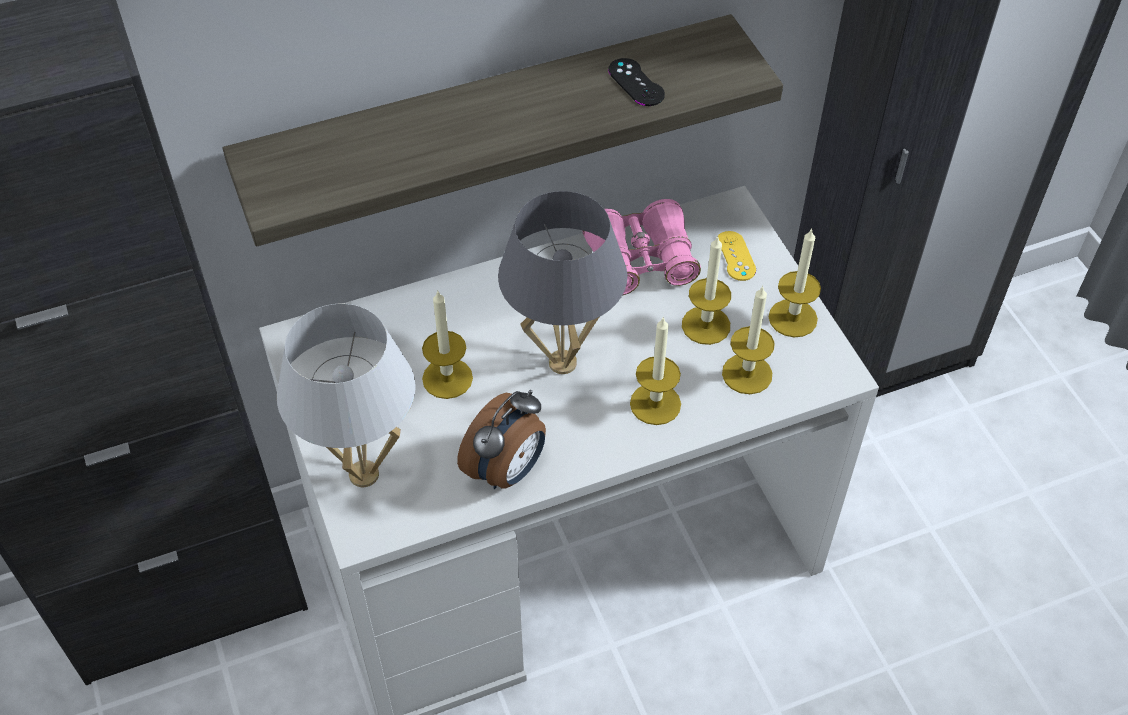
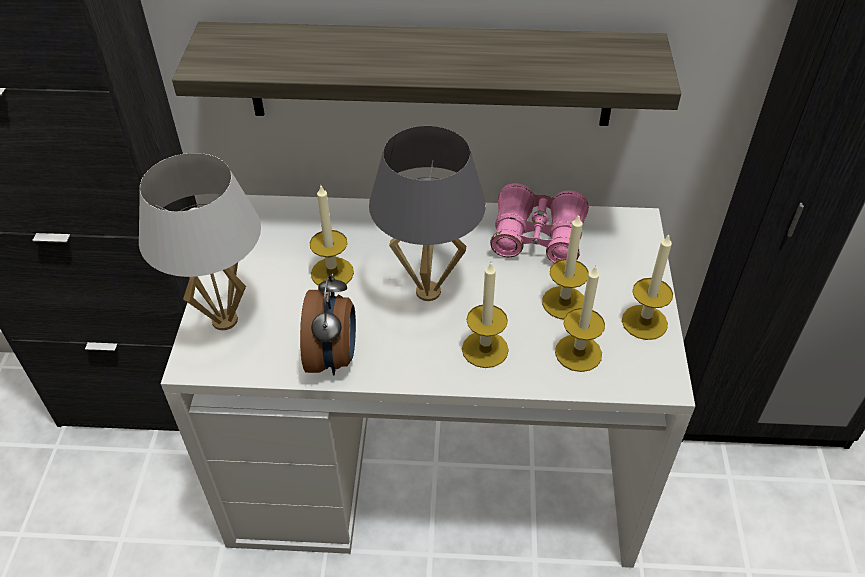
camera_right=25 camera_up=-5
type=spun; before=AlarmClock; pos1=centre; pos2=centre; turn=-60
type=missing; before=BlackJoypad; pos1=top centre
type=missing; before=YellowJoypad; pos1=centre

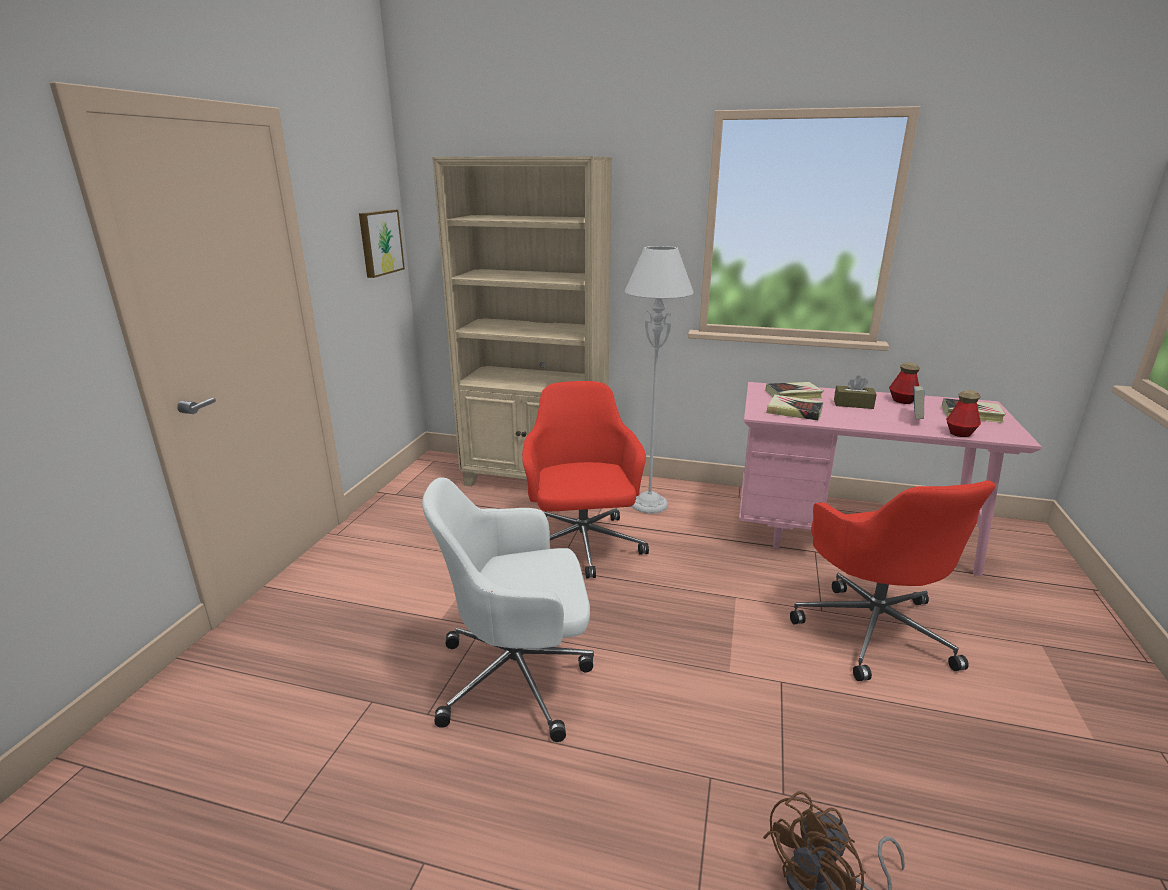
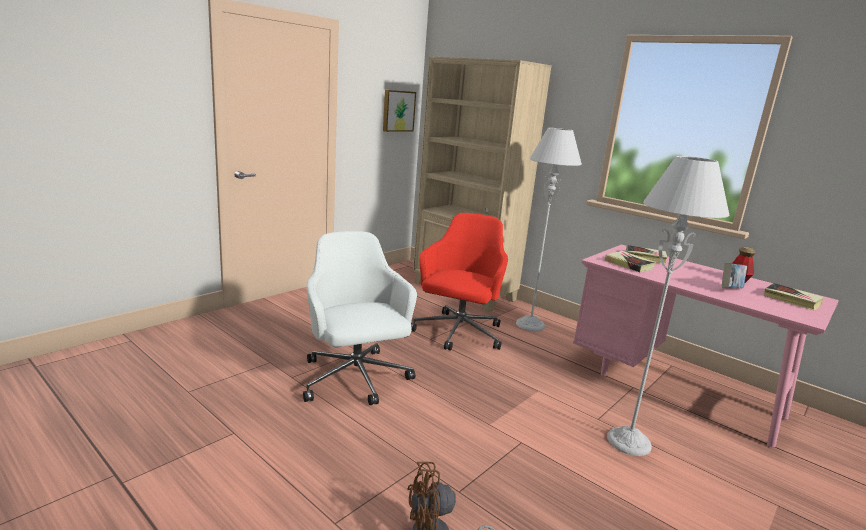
camera_right=25 camera_up=-5
type=spun; before=WhiteOfficeChair; pos1=bottom centre; pos2=centre; turn=45
type=exchanged; before=RedColouredOfficeChair (no. 2 from left); after=GreyStandingLamp (no. 2 from left); pos1=middle right; pos2=middle right
type=missing; before=BrownBoxOfTissues; pos1=middle right
type=missing; before=Bottle (no. 2 from left); pos1=middle right

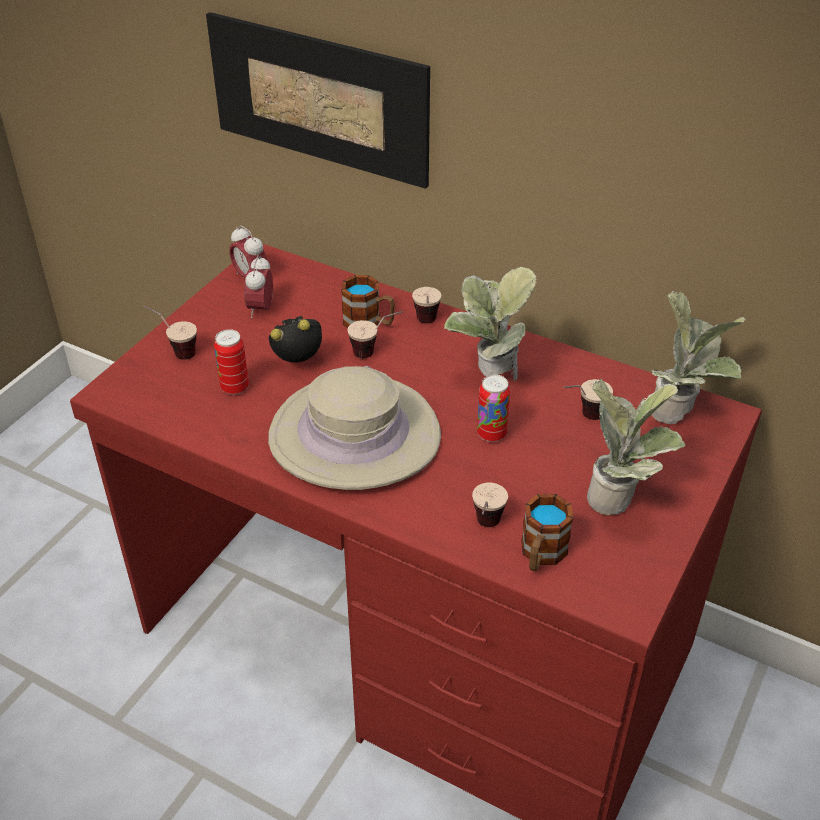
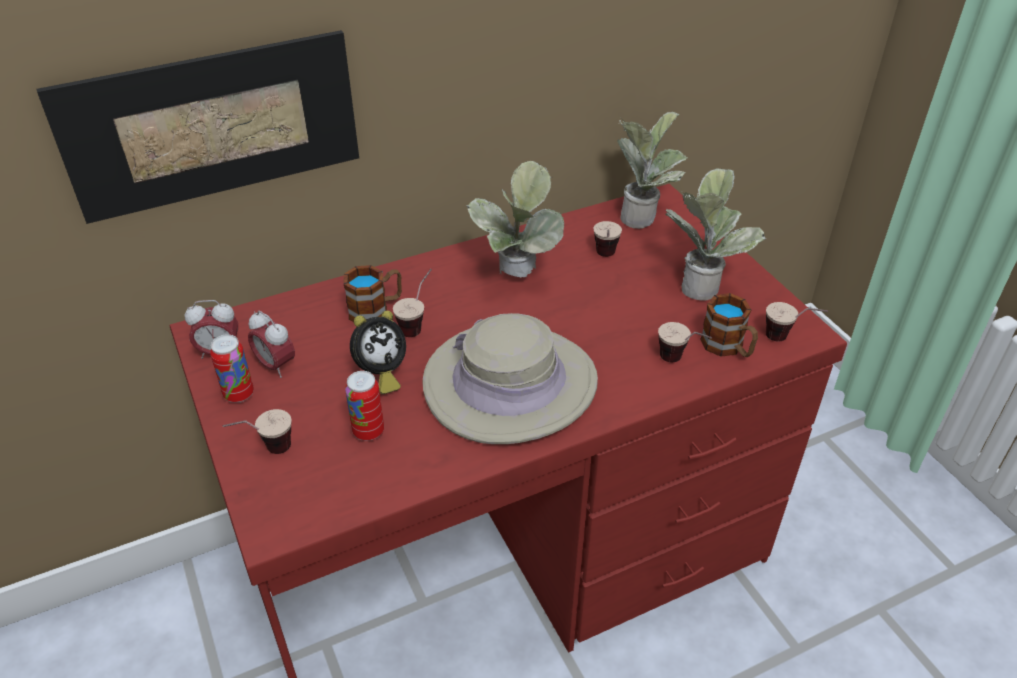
camera_right=-55 camera_up=0
type=relocated; before=SealedCan (no. 2 from left in the first image); after=SealedCan (no. 1 from left); pos1=centre; pos2=middle left
type=spun; before=AlarmClock (no. 3 from left); pos1=centre; pos2=centre; turn=-150
type=relocated; before=Cup (no. 3 from left in the first image); after=Cup (no. 5 from left); pos1=centre; pos2=middle right

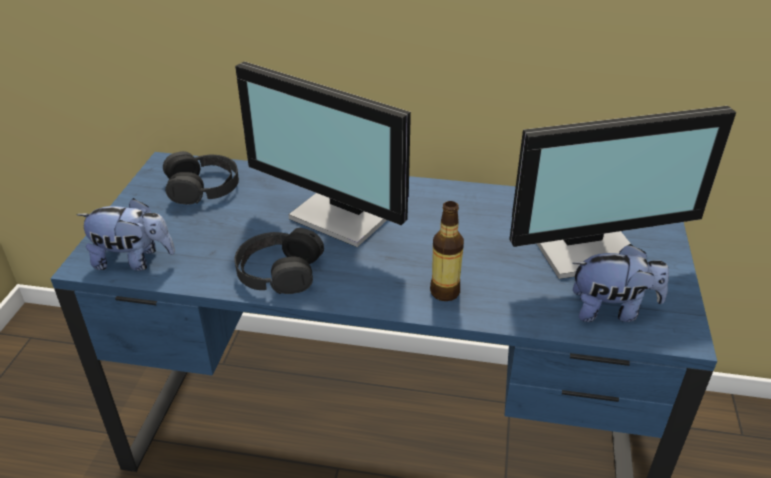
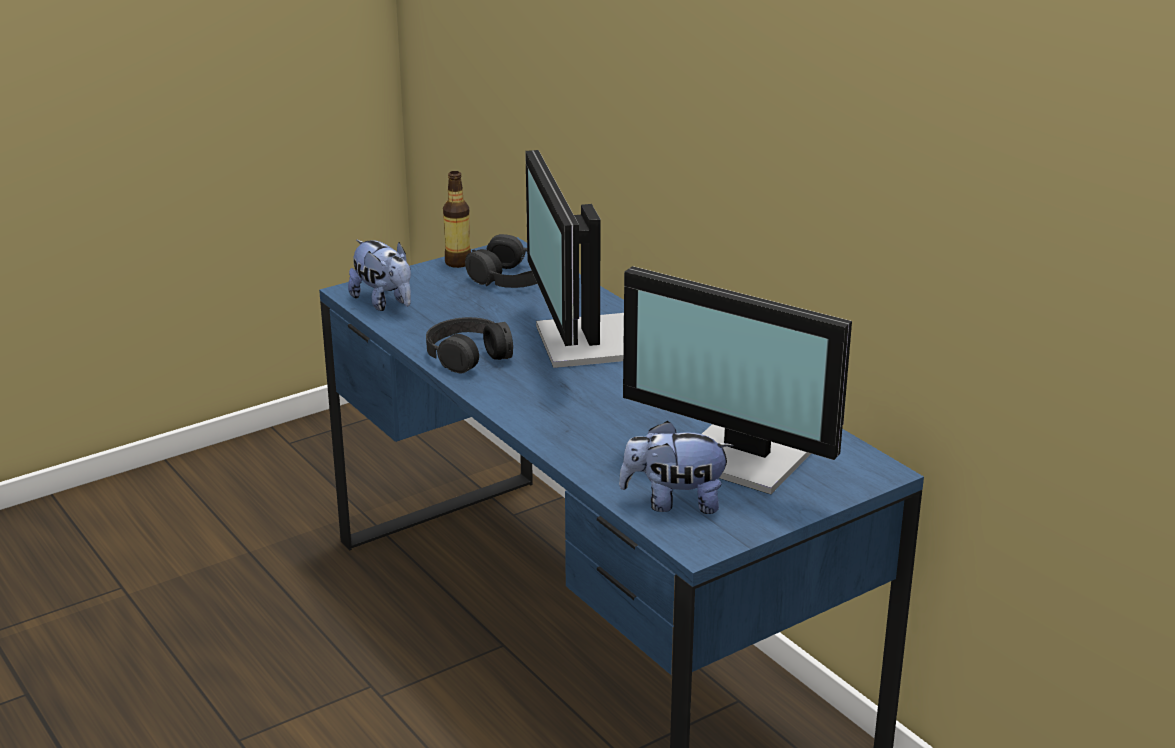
camera_right=45 camera_up=-10
type=relocated; before=Bottle; pos1=centre; pos2=top centre
type=spun; before=SoftToy (no. 2 from left); pos1=middle right; pos2=centre; turn=135

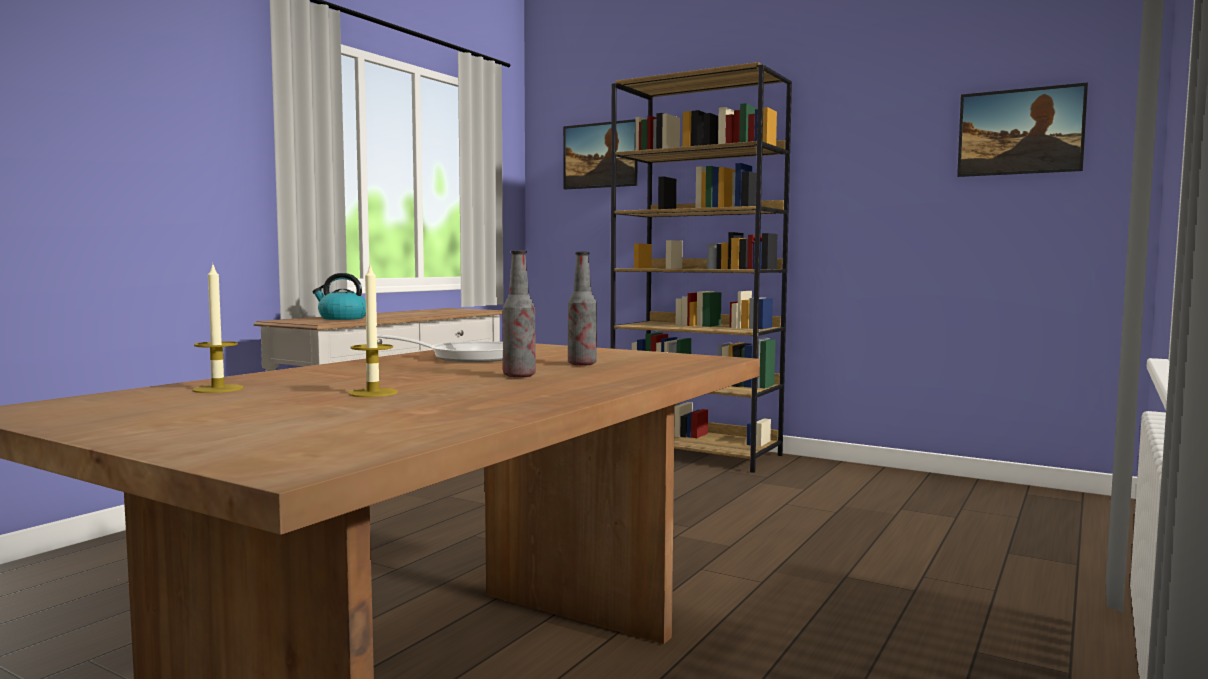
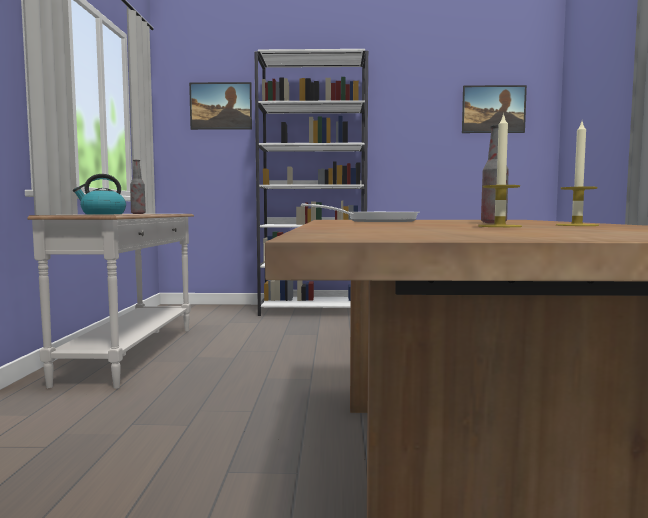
camera_right=-30 camera_up=0
type=relocated; before=Bottle (no. 2 from left in the first image); after=Bottle (no. 1 from left); pos1=centre; pos2=middle left
type=colour; before=BrownShelvingUnit; after=WhiteShelvingUnit; pos1=centre; pos2=centre
type=relocated; before=WaxCandle (no. 1 from left in the first image); after=WaxCandle (no. 2 from left); pos1=middle left; pos2=middle right

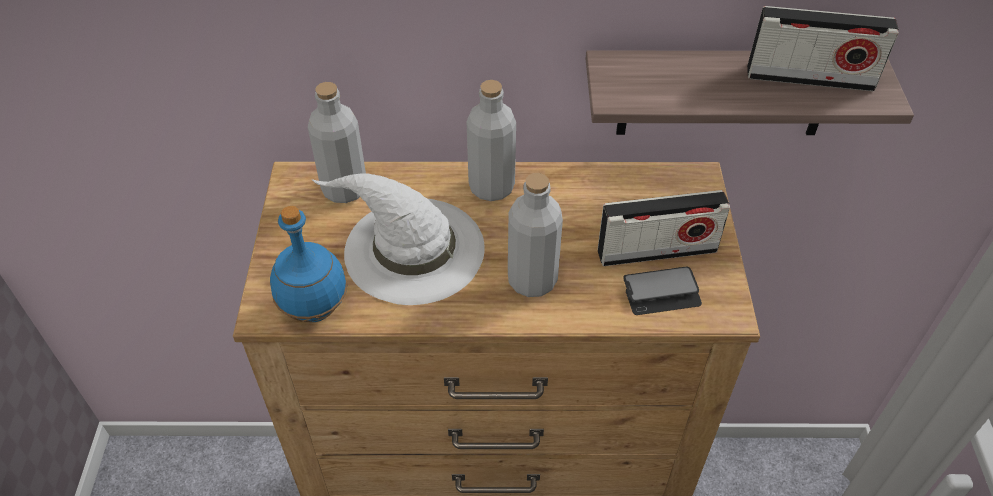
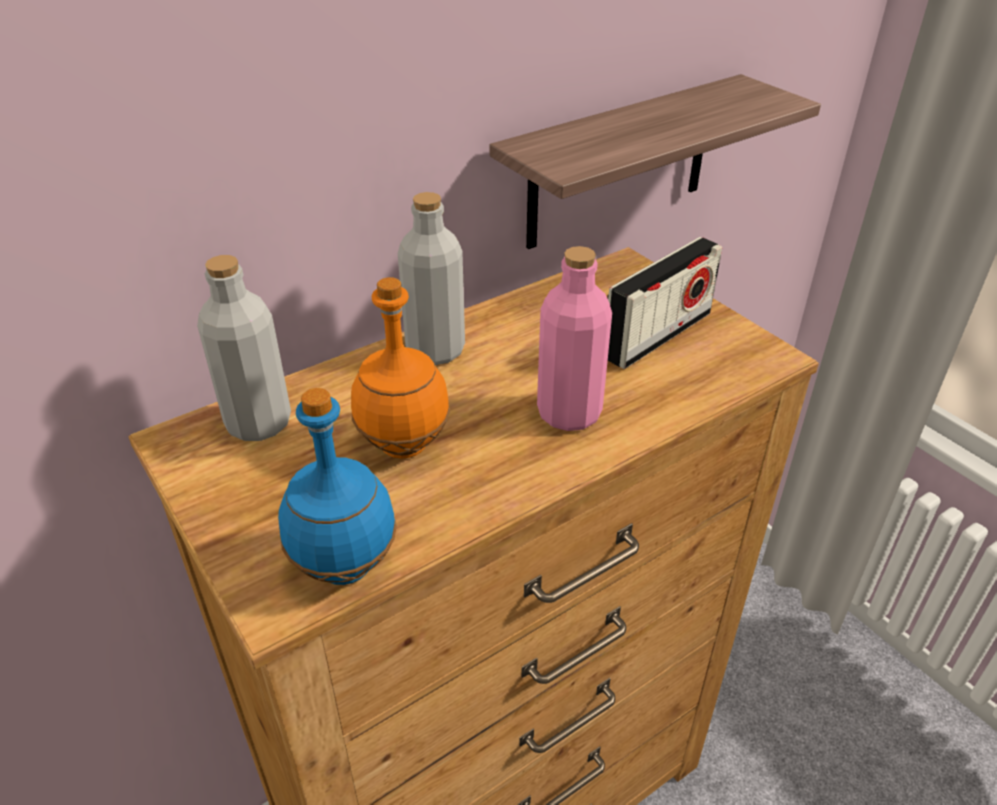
camera_right=-35 camera_up=-10
type=exchanged; before=WhiteClothingHat; after=OrangeColouredBottle; pos1=centre; pos2=centre
type=colour; before=GreyBottle (no. 3 from left); after=PinkColouredBottle; pos1=centre; pos2=centre
type=missing; before=Telephone; pos1=middle right
type=missing; before=Radio (no. 2 from left); pos1=top right

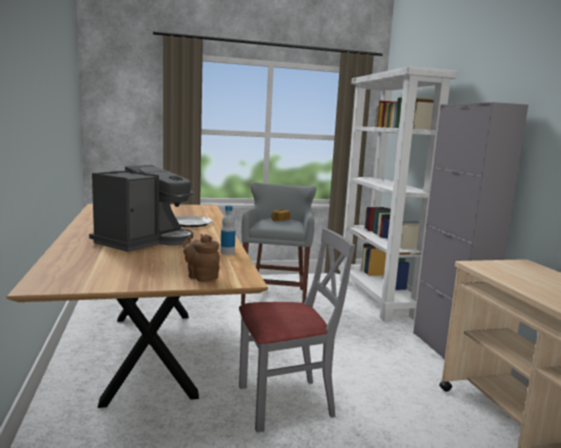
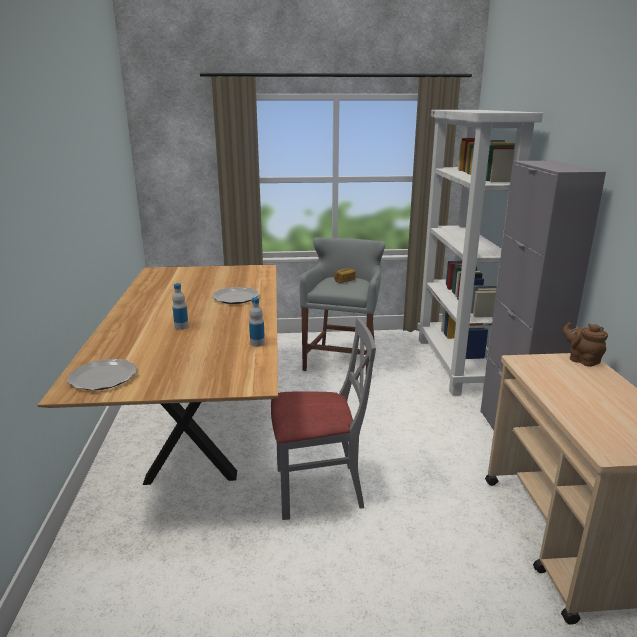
camera_right=10 camera_up=10
type=appeared; after=FlatDish (no. 1 from left); pos2=middle left
type=exchanged; before=CoffeeMaker; after=Bottle (no. 1 from left); pos1=middle left; pos2=middle left
type=relocated; before=BrownTeaPot; pos1=centre; pos2=middle right

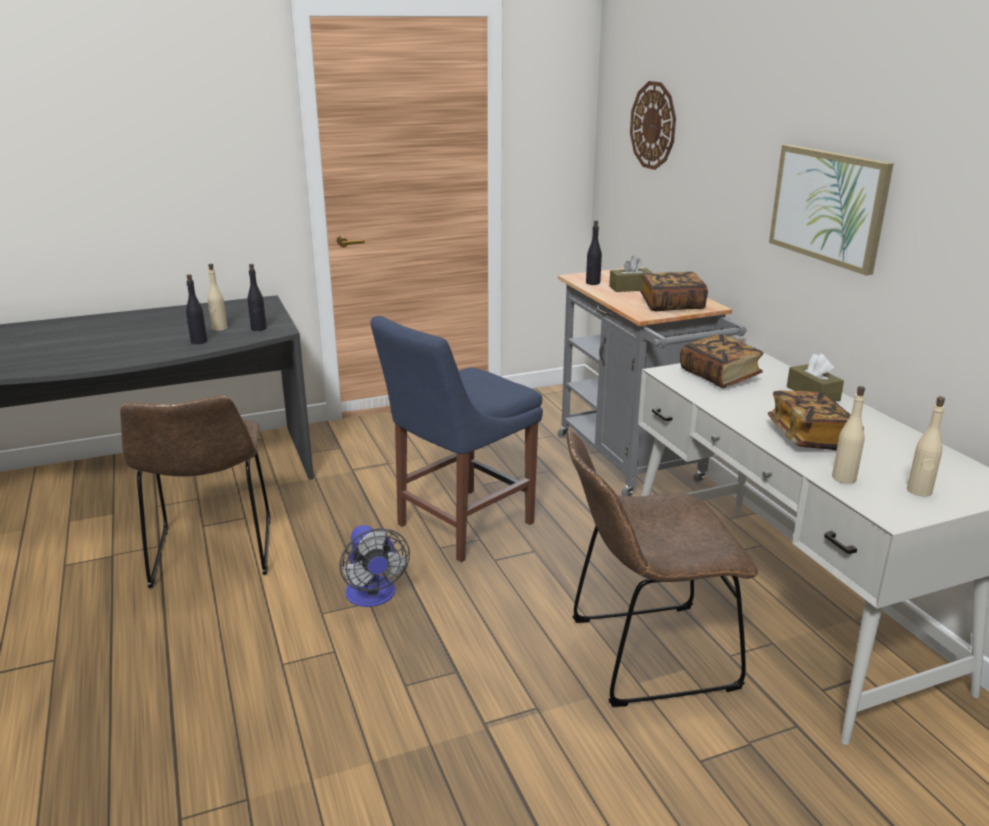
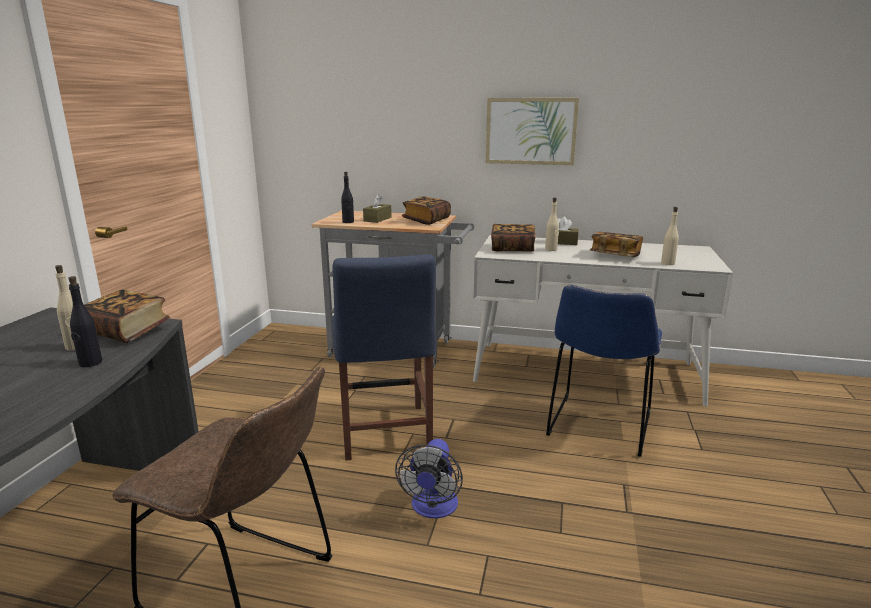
camera_right=-55 camera_up=-5
type=exchanged; before=BlackBottle (no. 2 from left); after=Book (no. 1 from left); pos1=middle left; pos2=middle left
type=spun; before=CoolingFan; pos1=bottom centre; pos2=bottom centre; turn=90
type=relocated; before=SandColouredBottle (no. 3 from left in the first image); after=SandColouredBottle (no. 2 from left); pos1=middle right; pos2=centre
type=colour; before=BrownUprightChair (no. 2 from left); after=BlueColouredUprightChair (no. 2 from left); pos1=bottom right; pos2=middle right
type=missing; before=HangingClock; pos1=top centre

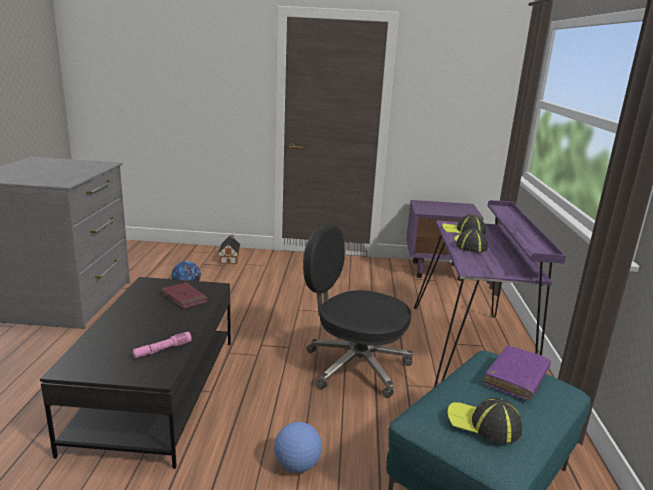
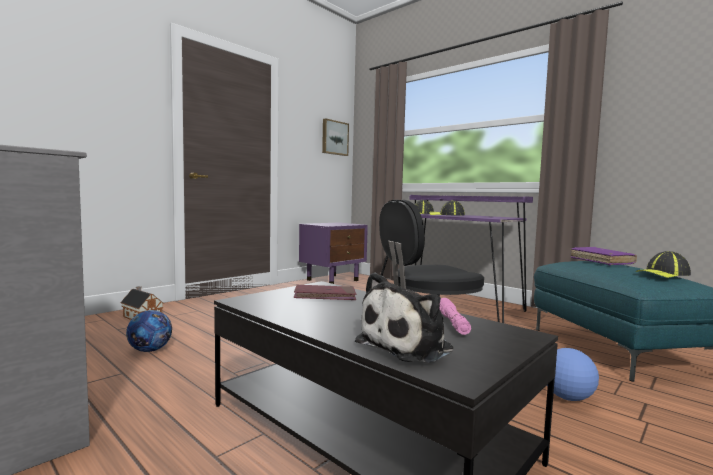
camera_right=-50 camera_up=-15
type=appeared; after=Picture; pos2=top centre
type=appeared; after=SoftToy; pos2=bottom centre

